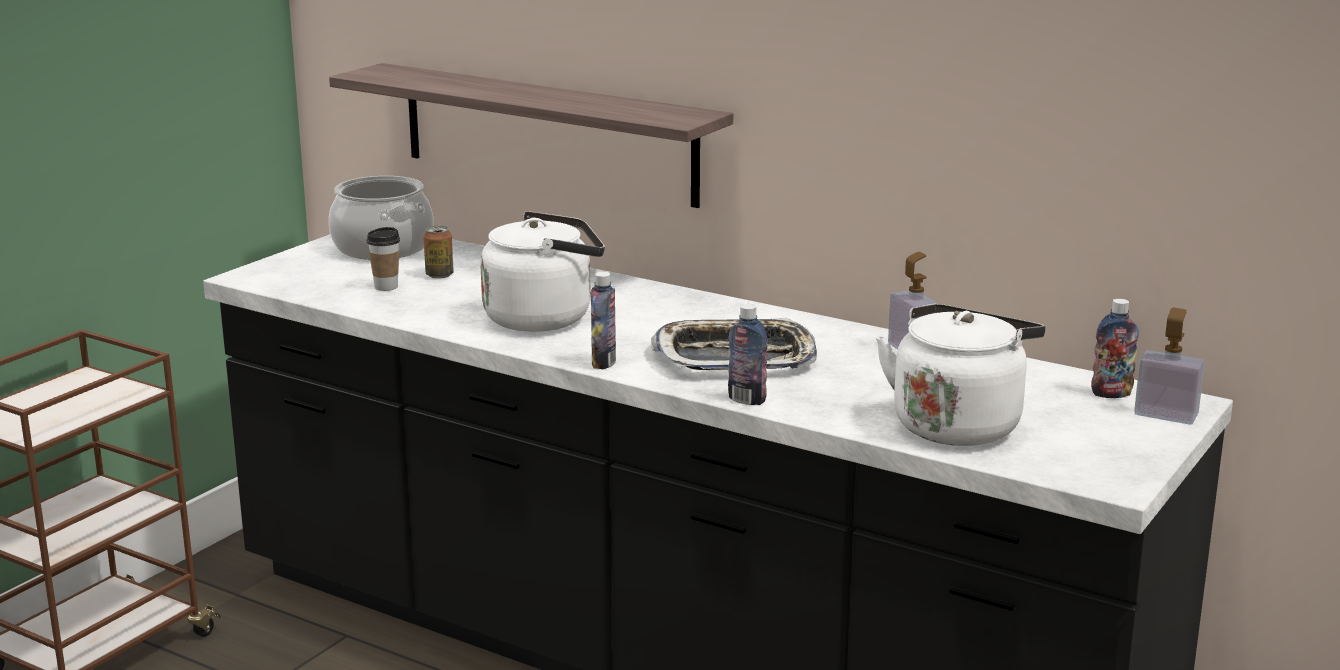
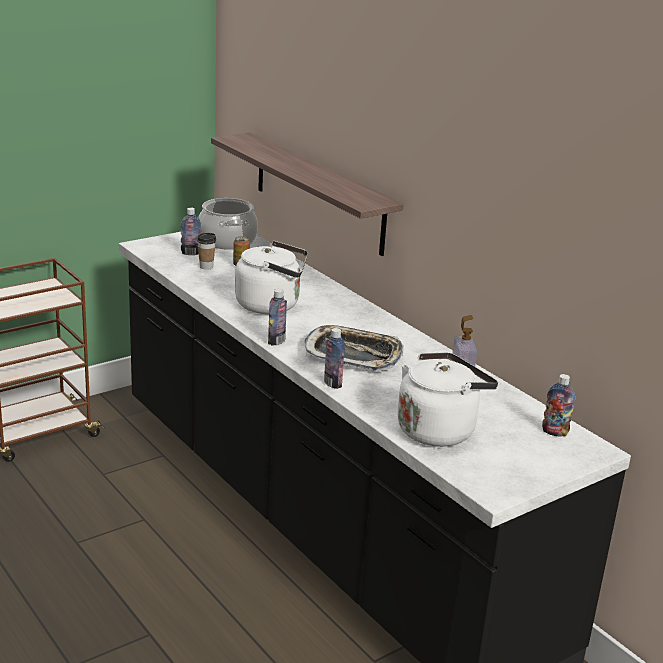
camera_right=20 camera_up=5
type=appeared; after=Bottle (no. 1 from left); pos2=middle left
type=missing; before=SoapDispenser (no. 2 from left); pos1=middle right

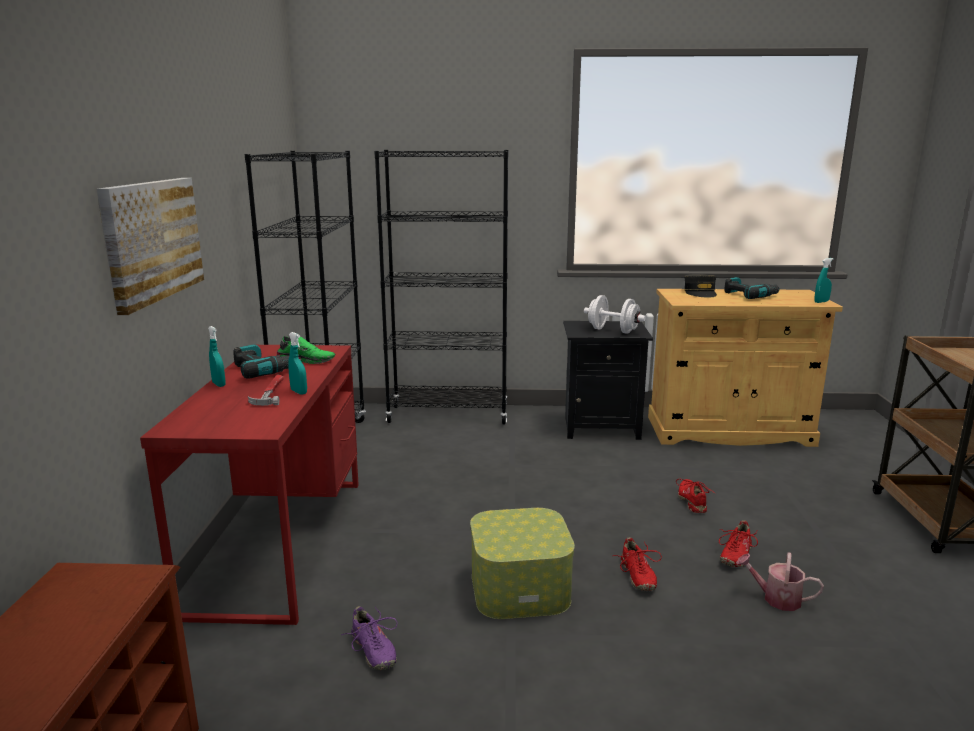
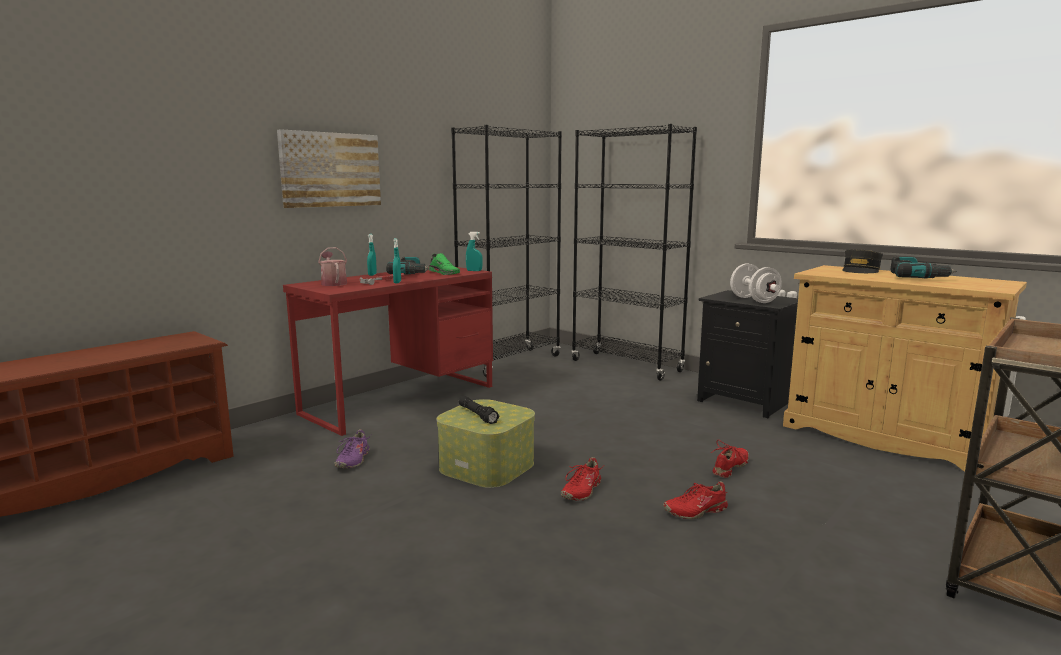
camera_right=40 camera_up=-5
type=relocated; before=SprinklingCan; pos1=bottom right; pos2=middle left
type=appeared; after=BlackHandTorch; pos2=centre
type=relocated; before=BlueGreenSprayer (no. 3 from left); pos1=middle right; pos2=centre

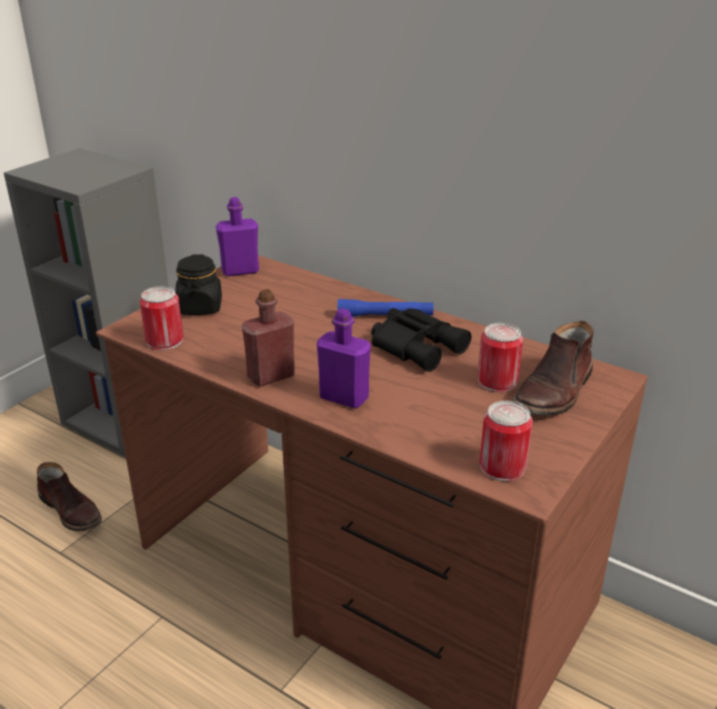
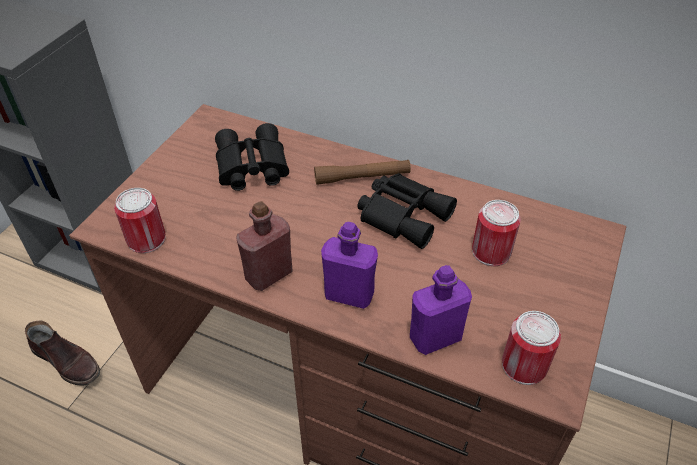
camera_right=-10 camera_up=15
type=appeared; after=BlackBinoculars (no. 1 from left); pos2=centre
type=colour; before=BlueColouredHandTorch; after=BrownHandTorch; pos1=centre; pos2=centre
type=relocated; before=PurplishBottle (no. 1 from left in the first image); after=PurplishBottle (no. 2 from left); pos1=top left; pos2=bottom centre
type=missing; before=BlackPreserveJar; pos1=middle left
type=missing; before=BrownTallBoot (no. 2 from left); pos1=middle right

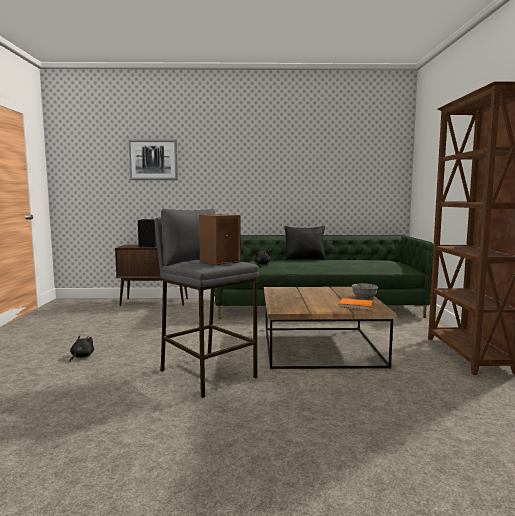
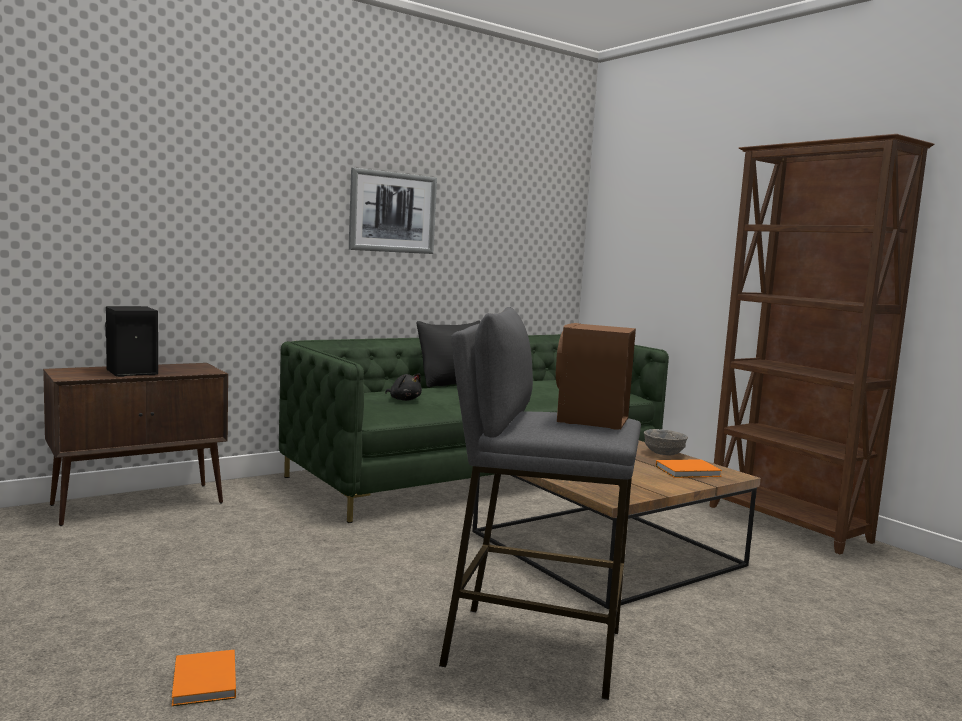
camera_right=-35 camera_up=0
type=exchanged; before=BlackSoftToy (no. 1 from left); after=OrangeColouredBook (no. 1 from left); pos1=bottom left; pos2=bottom left
type=relocated; before=Picture; pos1=top left; pos2=top centre

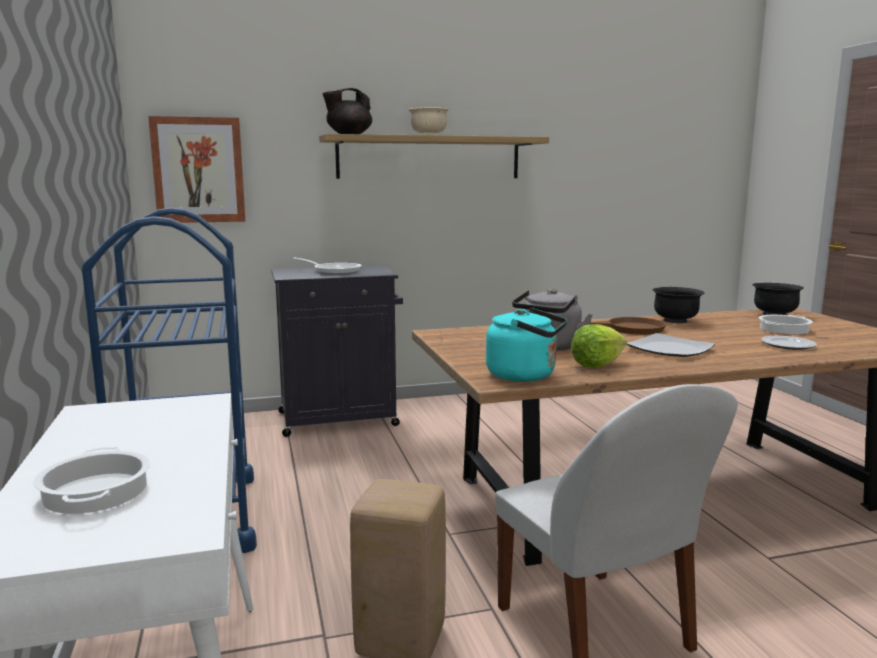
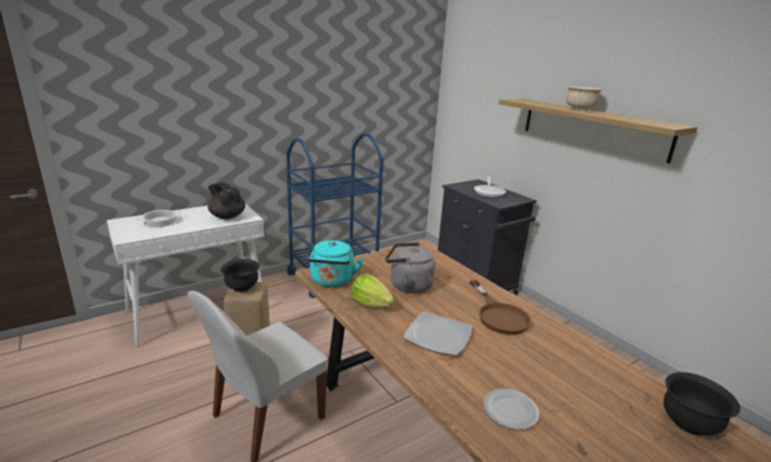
camera_right=70 camera_up=10
type=relocated; before=BlackTeaPot; pos1=top centre; pos2=middle left
type=relocated; before=BlackDeepDish (no. 1 from left); pos1=middle right; pos2=middle left
type=missing; before=Picture; pos1=top left
type=missing; before=CookingPot (no. 2 from left); pos1=middle right

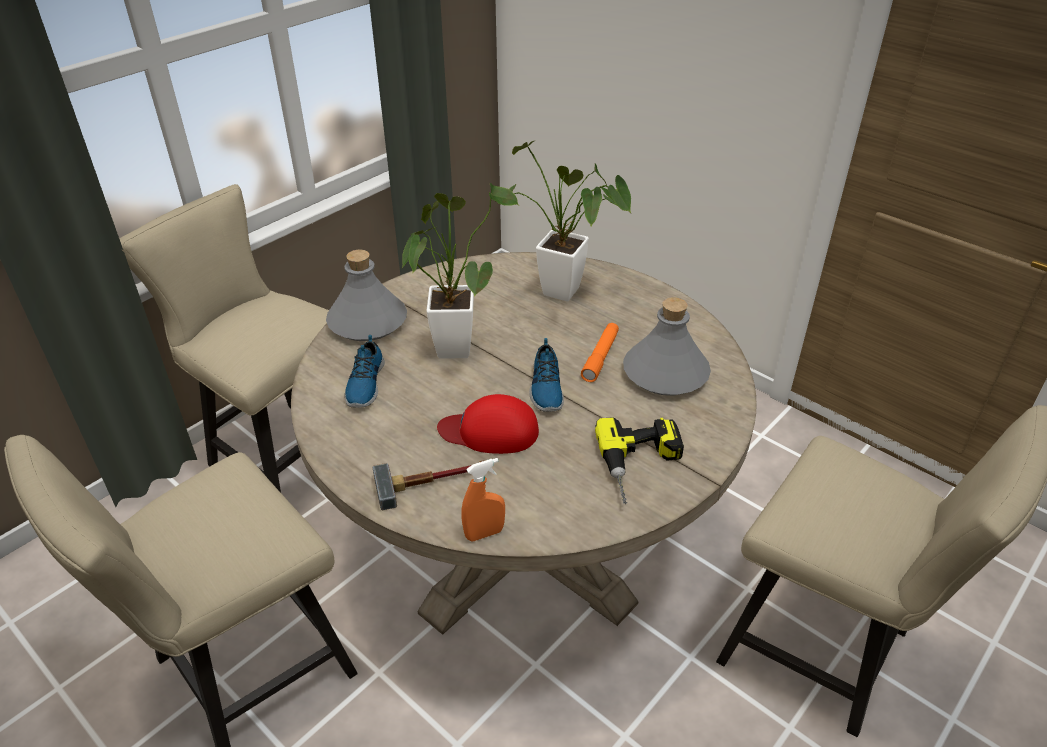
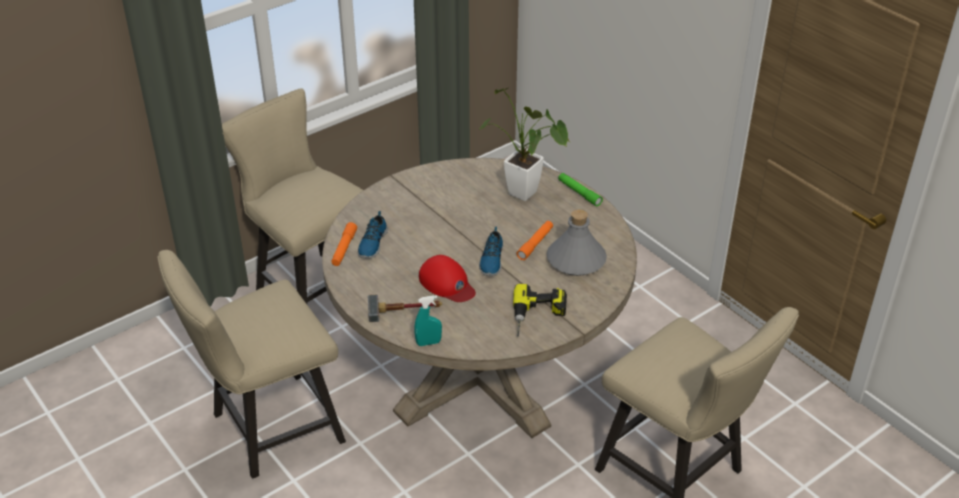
camera_right=10 camera_up=0
type=appeared; after=OrangeColouredHandTorch (no. 1 from left); pos2=centre
type=colour; before=OrangeColouredSprayer; after=BlueGreenSprayer; pos1=bottom centre; pos2=centre
type=spun; before=RedColouredPeakedCap; pos1=centre; pos2=centre; turn=-150
type=appeared; after=GreenHandTorch; pos2=centre
type=missing; before=GreyBottle (no. 1 from left); pos1=centre
type=missing; before=PlantInAPot (no. 1 from left); pos1=centre

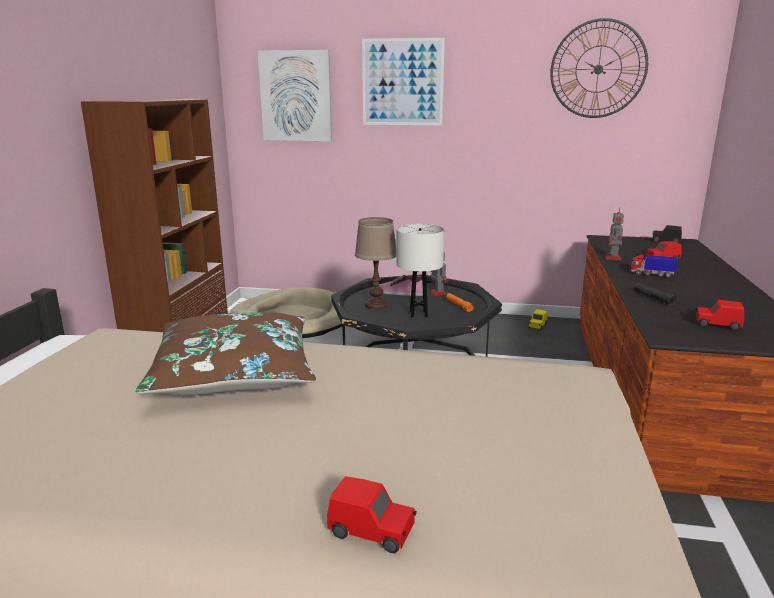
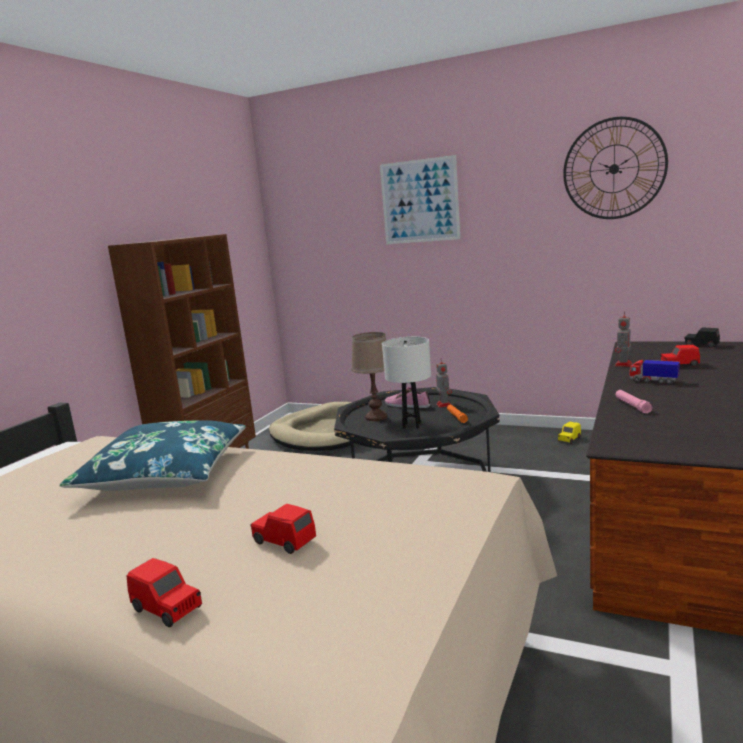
camera_right=15 camera_up=-5
type=colour; before=BrownPillow; after=BlueColouredPillow; pos1=middle left; pos2=middle left
type=relocated; before=RedColouredMiniatureCar (no. 3 from left in the first image); after=RedColouredMiniatureCar (no. 2 from left); pos1=middle right; pos2=bottom centre
type=colour; before=BlackHandTorch; after=PinkColouredHandTorch; pos1=middle right; pos2=middle right
type=missing; before=Picture (no. 1 from left); pos1=top centre

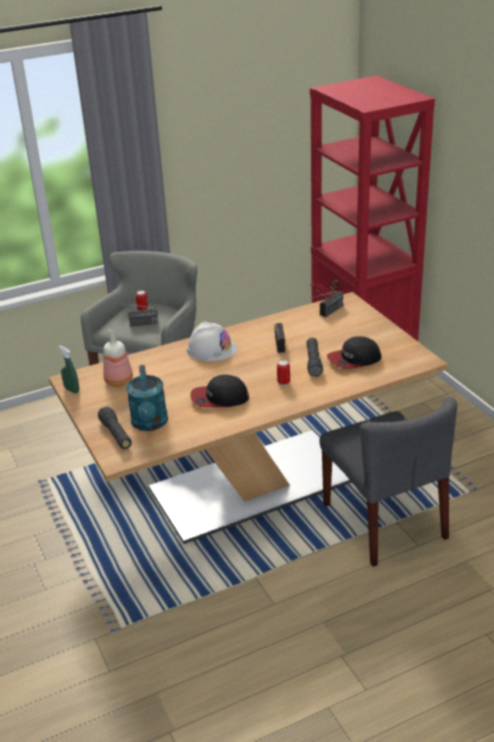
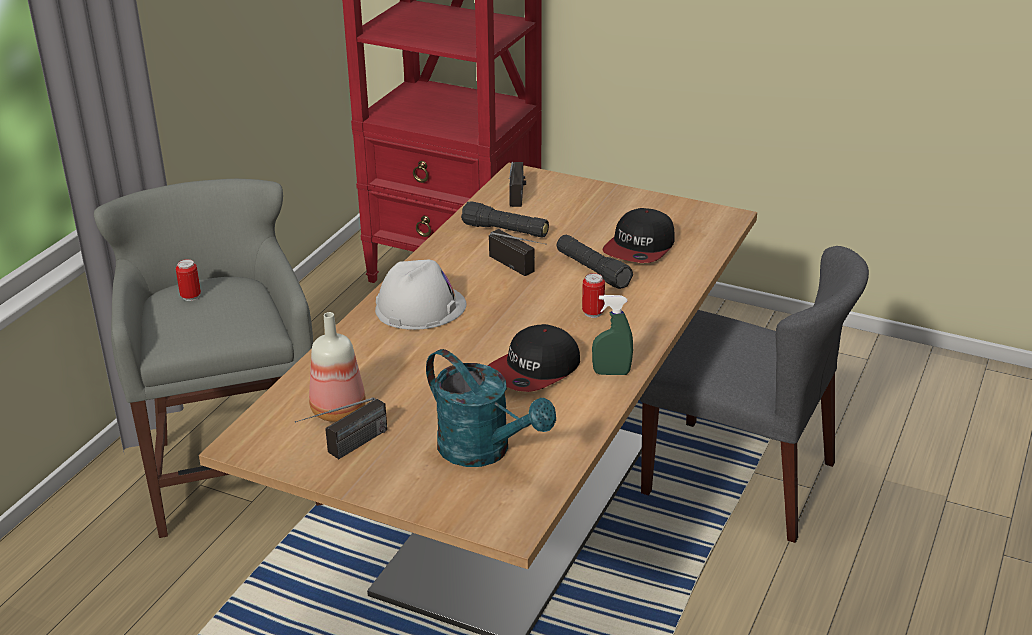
camera_right=-40 camera_up=0
type=relocated; before=Radio (no. 1 from left); pos1=middle left; pos2=bottom left
type=relocated; before=BlackHandTorch (no. 1 from left); pos1=middle left; pos2=centre
type=relocated; before=GreenSprayer; pos1=middle left; pos2=centre

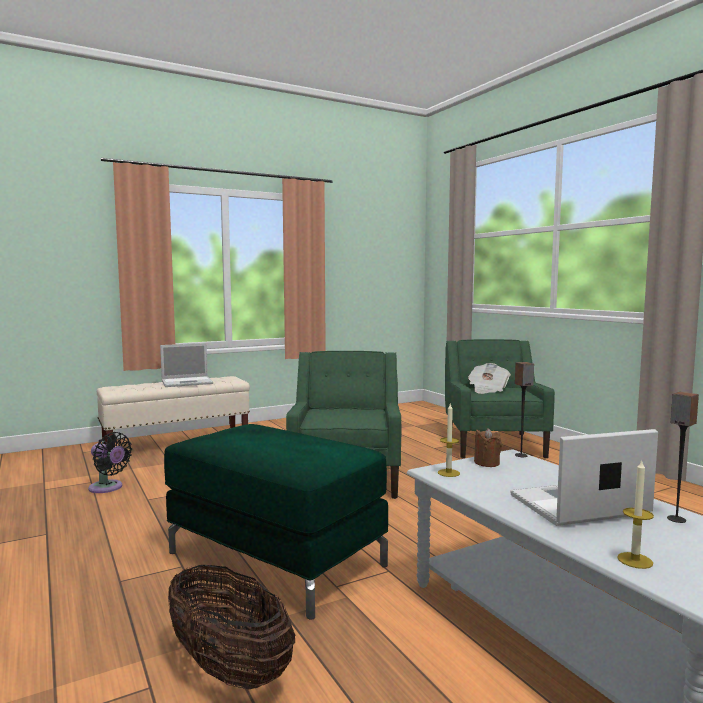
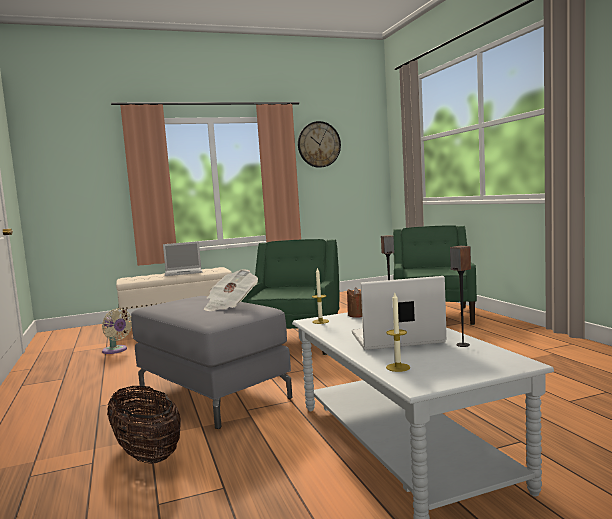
camera_right=10 camera_up=0
type=colour; before=BlackCoolingFan; after=SandColouredCoolingFan; pos1=middle left; pos2=middle left
type=colour; before=GreenFootrest; after=GreyFootrest; pos1=bottom centre; pos2=bottom centre
type=relocated; before=DailyPaper; pos1=middle right; pos2=centre
type=appeared; after=HangingClock; pos2=top centre

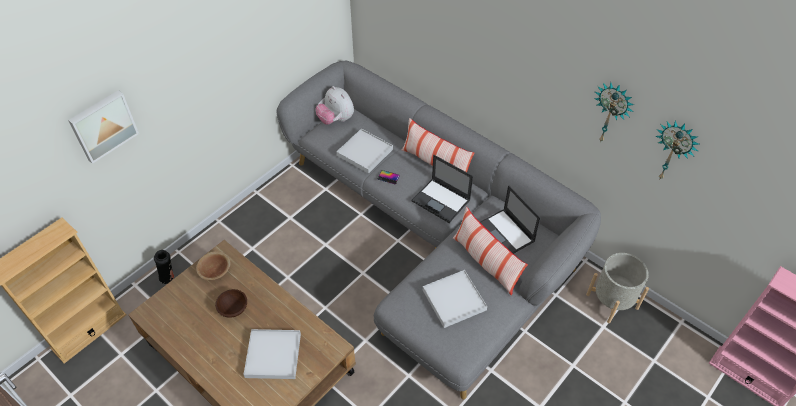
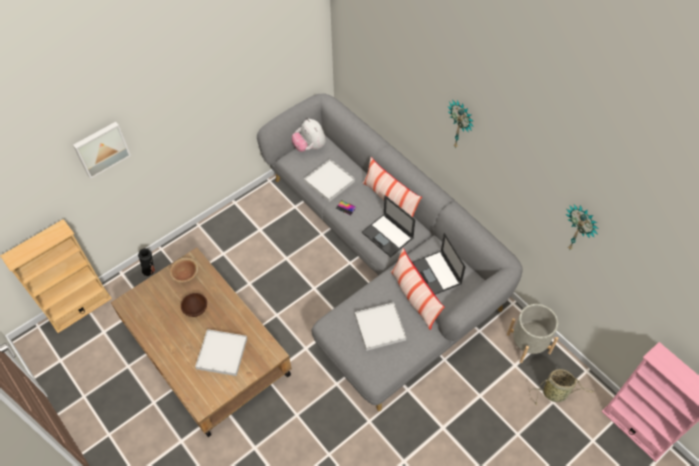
camera_right=10 camera_up=5
type=relocated; before=HangingClock (no. 1 from left); pos1=top right; pos2=top centre
type=appeared; after=StorageBasket; pos2=bottom right

